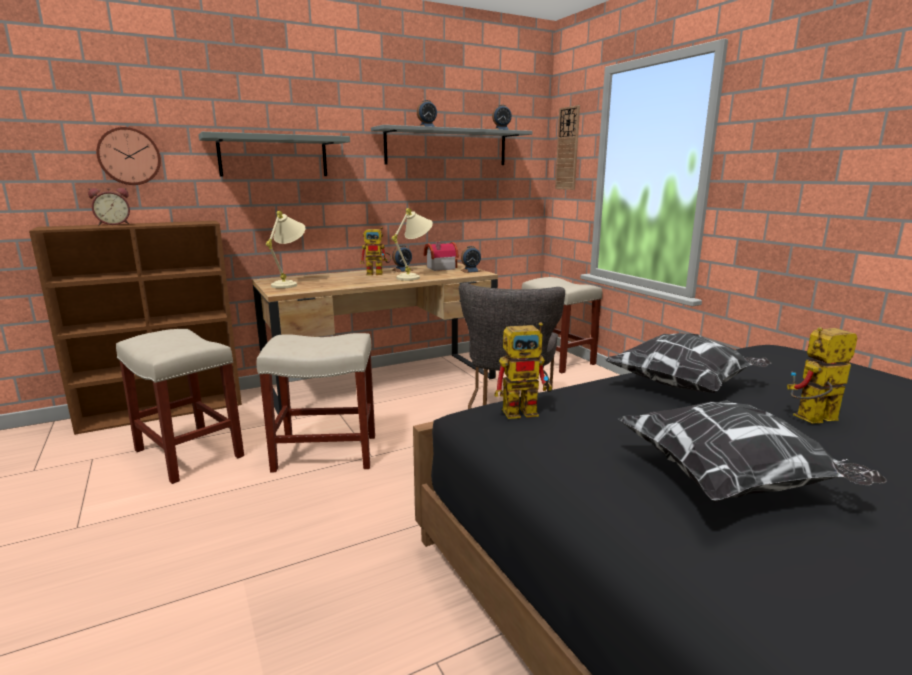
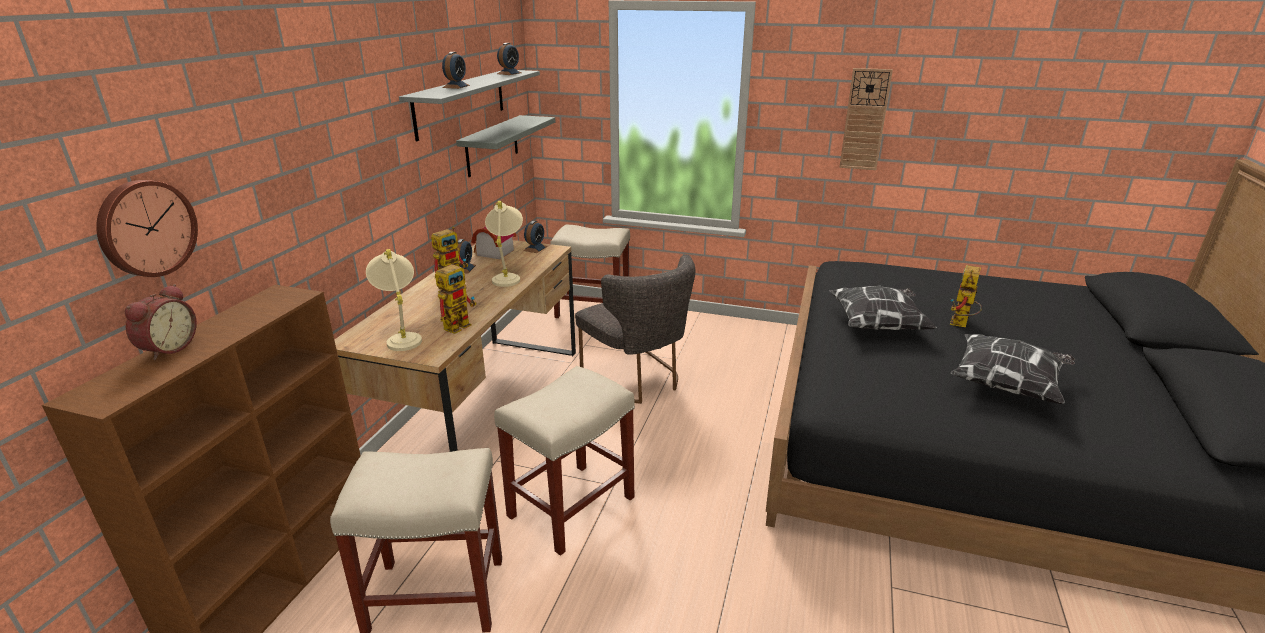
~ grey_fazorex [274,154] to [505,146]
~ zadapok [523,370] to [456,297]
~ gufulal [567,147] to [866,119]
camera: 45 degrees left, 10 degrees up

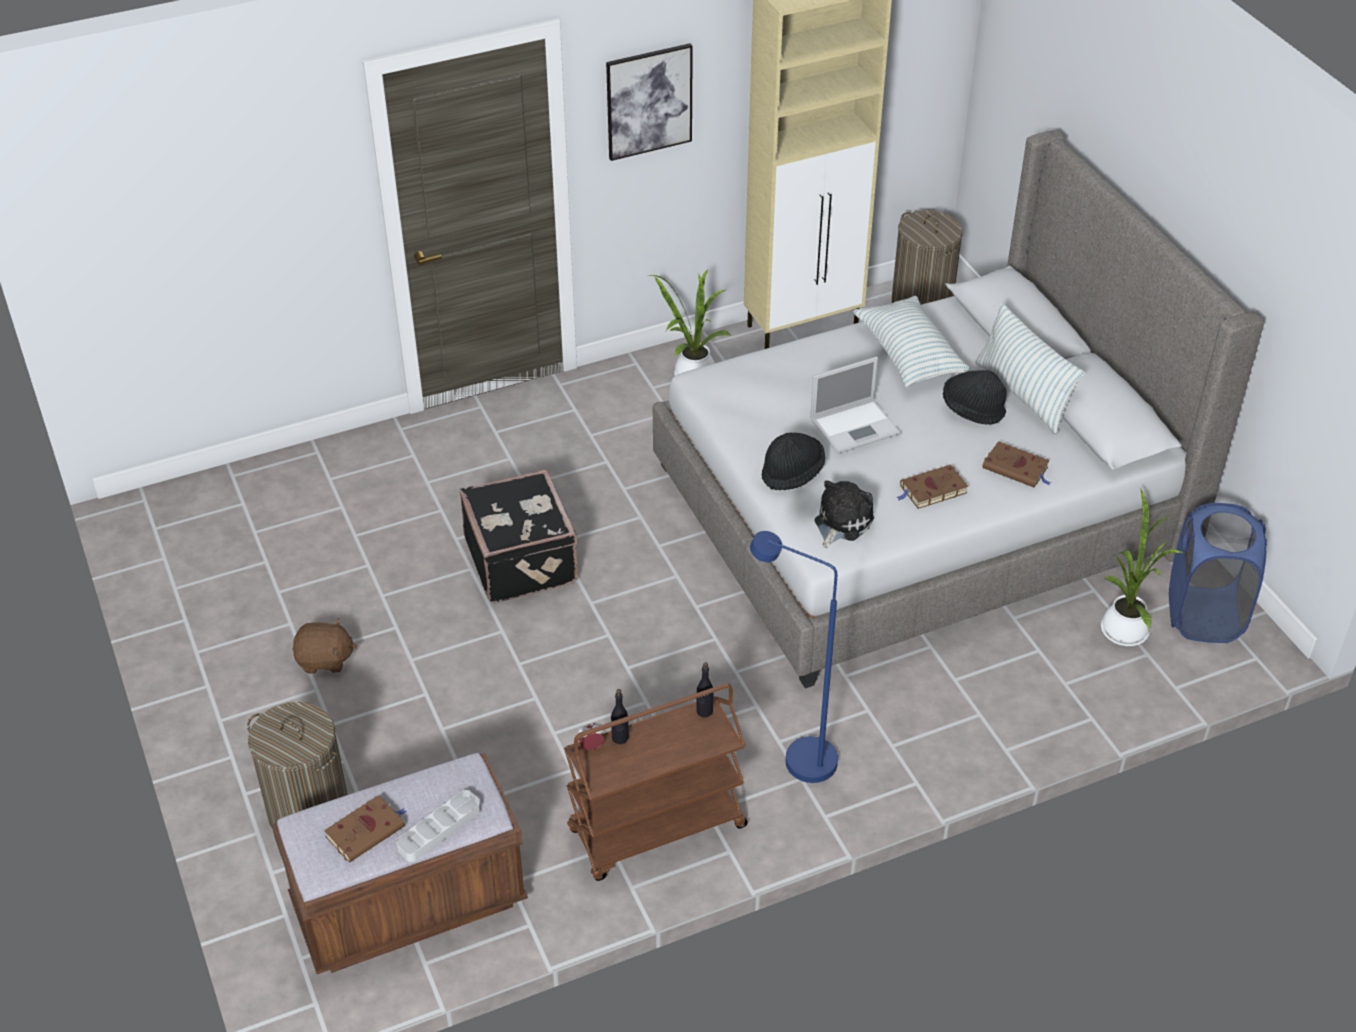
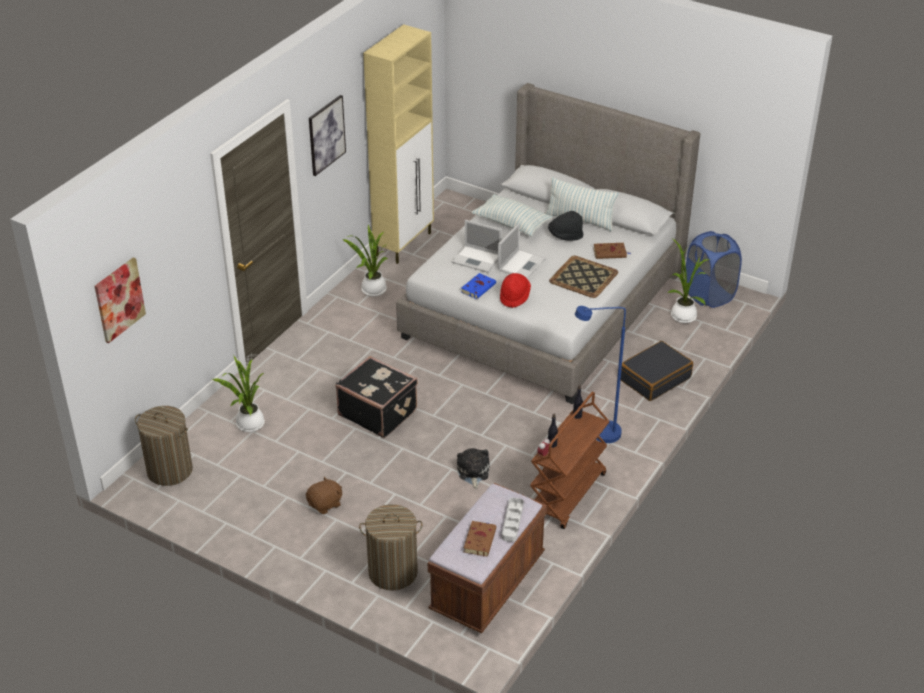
+ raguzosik [120,300]
+ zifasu [238,393]
+ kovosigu [477,246]
+ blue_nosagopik [478,286]
+ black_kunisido [657,371]
~ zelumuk [844,514] to [473,468]
~ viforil [927,257] to [164,446]
~ brown_nosagopik [932,486] to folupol [583,277]
~ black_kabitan [793,461] to red_kabitan [515,290]
camera: 35 degrees left, 5 degrees down

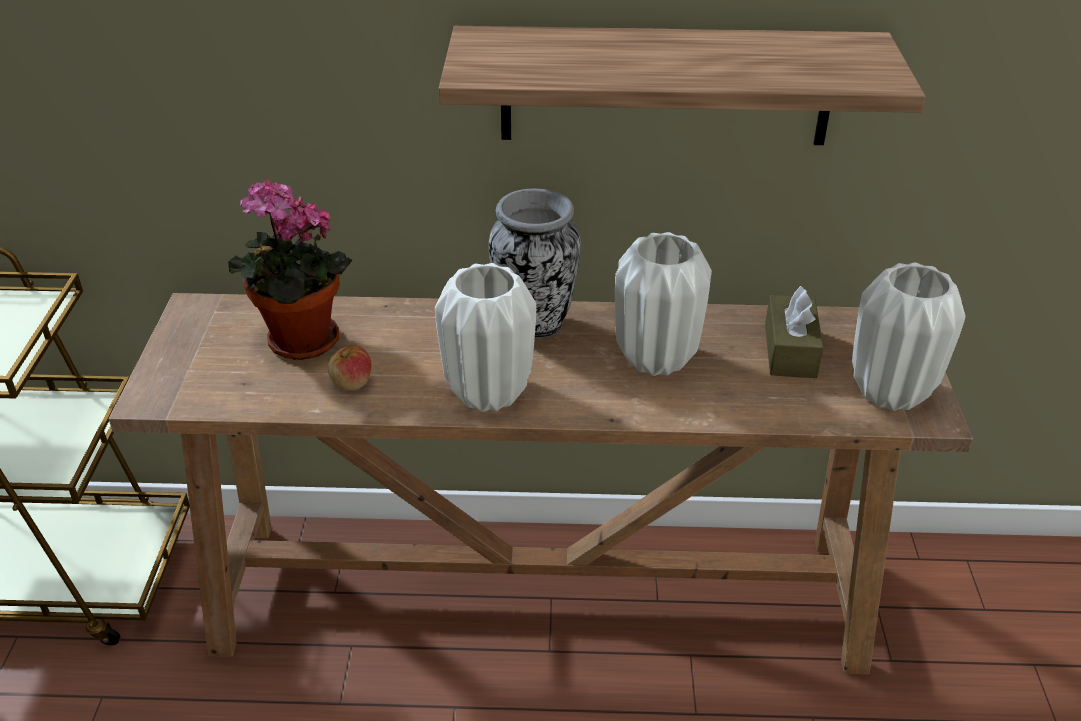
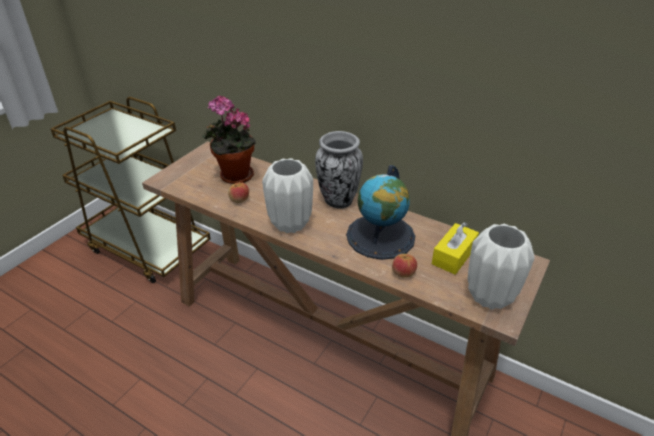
- fazorex [682,85]
+ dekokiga [404,265]
~ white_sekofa [663,304] to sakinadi [380,212]
~ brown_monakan [794,332] to yellow_monakan [455,248]
camera: 30 degrees right, 0 degrees up

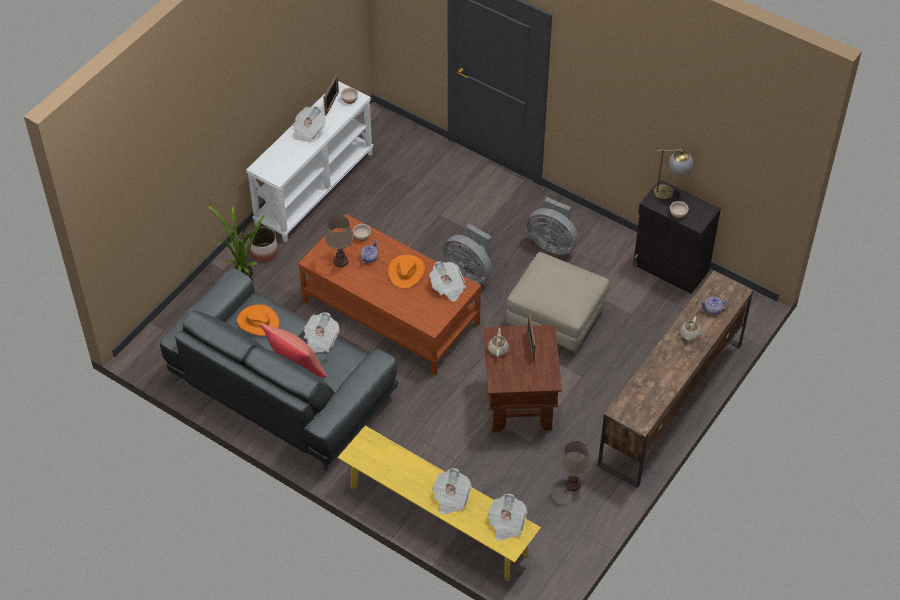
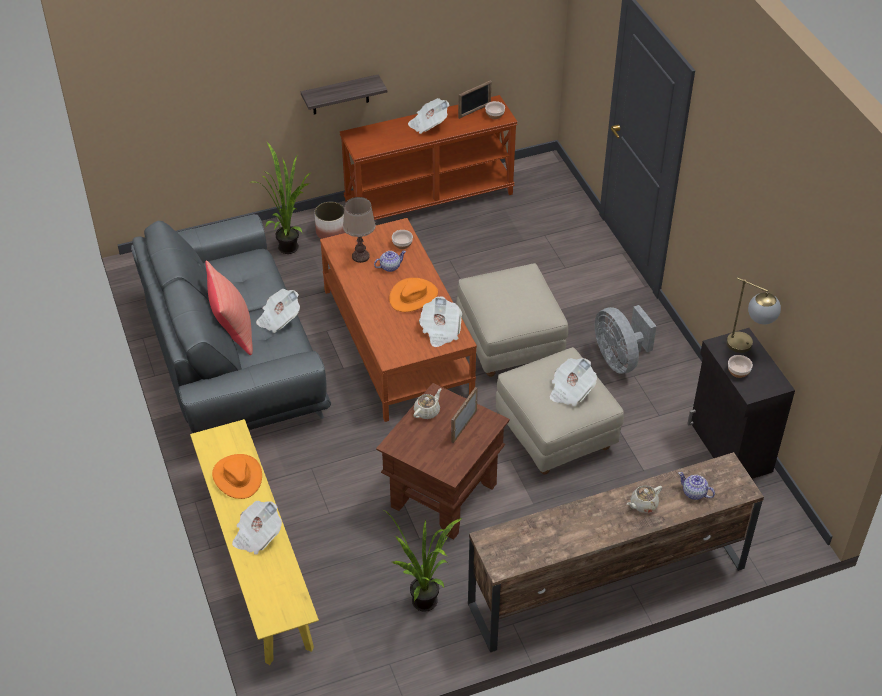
+ fazorex [344,94]
~ orange_kabitan [258,320] to [237,476]
~ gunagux [507,517] to [573,382]
~ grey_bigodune [467,253] to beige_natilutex [512,320]
~ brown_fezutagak [575,466] to zifasu [422,561]
~ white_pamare [309,161] to brown_pamare [429,157]
camera: 35 degrees right, 5 degrees down

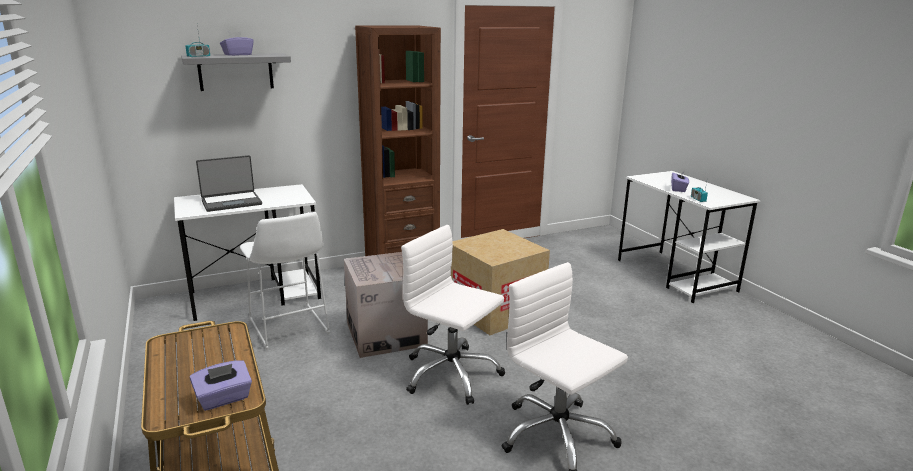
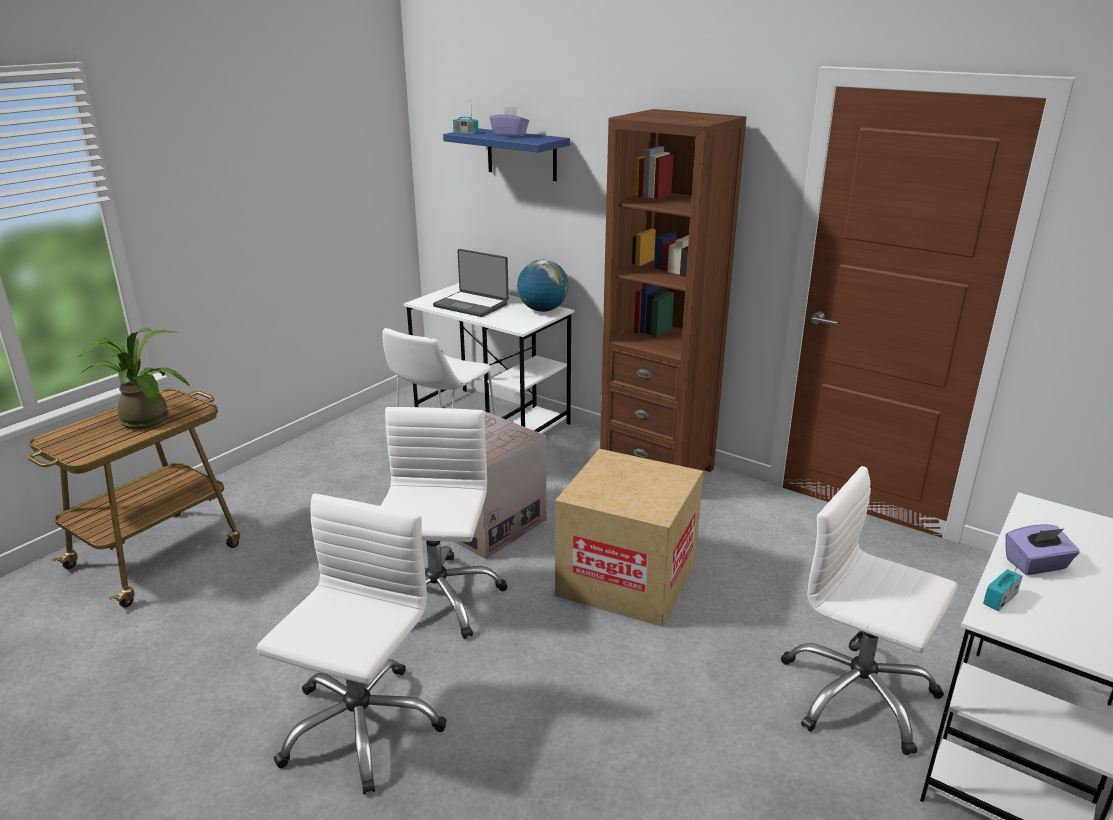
- purple_monakan [221,386]
+ zifasu [134,378]
+ sakinadi [543,286]
+ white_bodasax [869,610]
~ grey_fazorex [236,72] to blue_fazorex [506,154]
camera: 60 degrees right, 5 degrees up

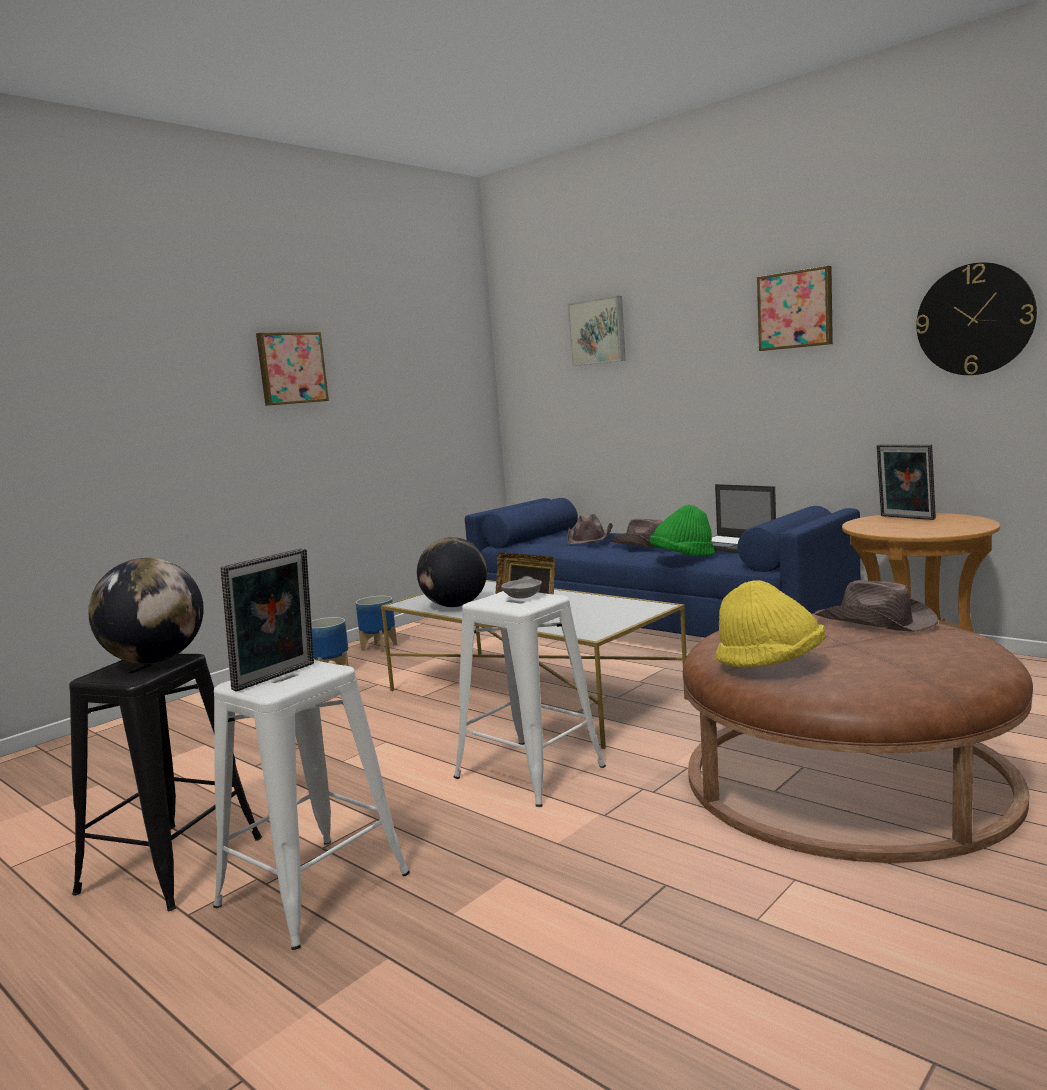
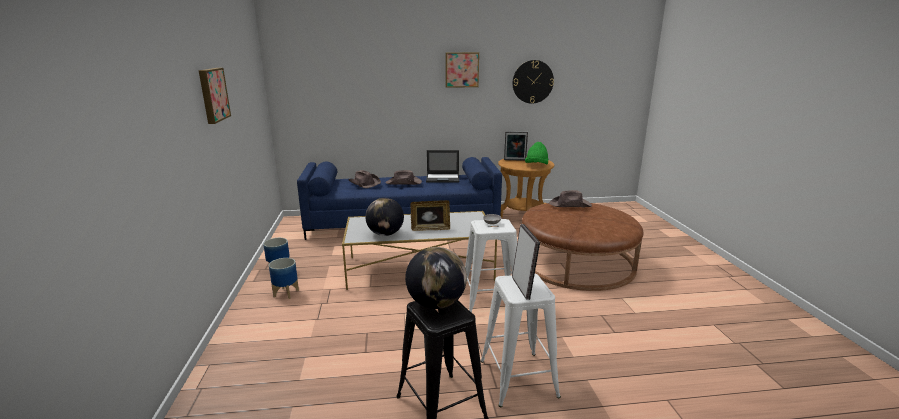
- raguzosik [597,331]
- yellow_kabitan [771,624]
~ green_kabitan [682,530] to [536,153]
camera: 50 degrees left, 10 degrees up

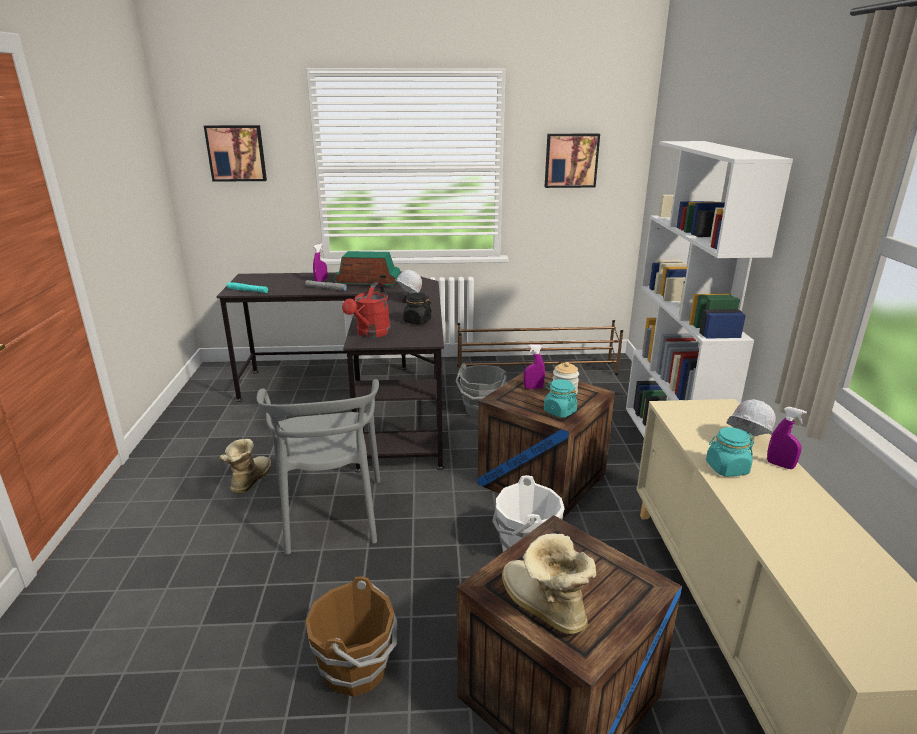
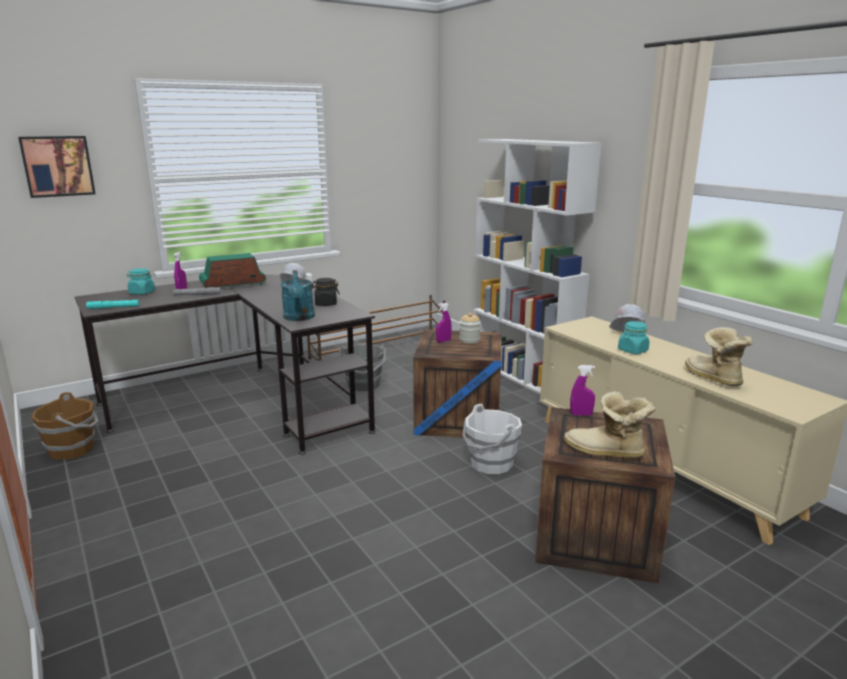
- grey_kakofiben [318,467]
- raguzosik [572,161]
~ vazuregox [245,466] to [718,356]
~ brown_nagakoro [351,636] to [65,426]
~ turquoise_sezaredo [560,398] to [141,281]
~ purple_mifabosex [787,438] to [582,390]
~ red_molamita [366,310] to turquoise_molamita [298,295]
camera: 30 degrees left, 5 degrees down

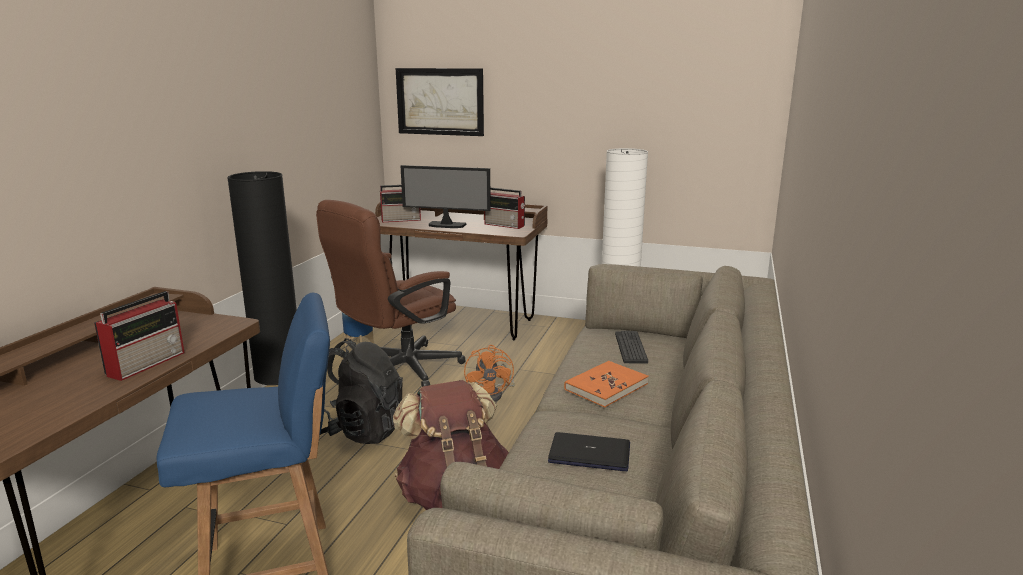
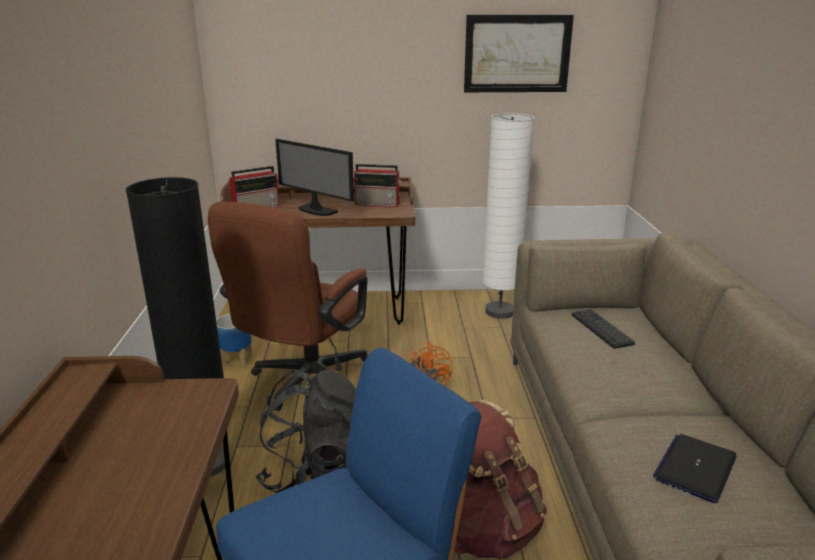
- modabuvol [139,336]
- orange_nosagopik [606,384]
~ raguzosik [440,102] to [519,53]
~ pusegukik [446,196] = [314,177] 45 degrees clockwise
~ kovosigu [589,451] = [695,468] 45 degrees counterclockwise
camera: 20 degrees left, 5 degrees up

